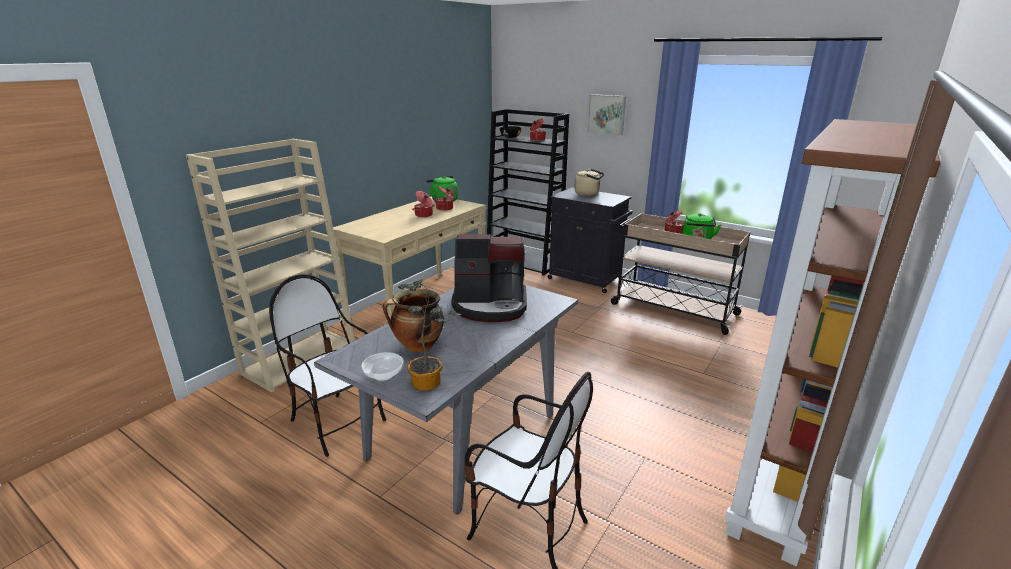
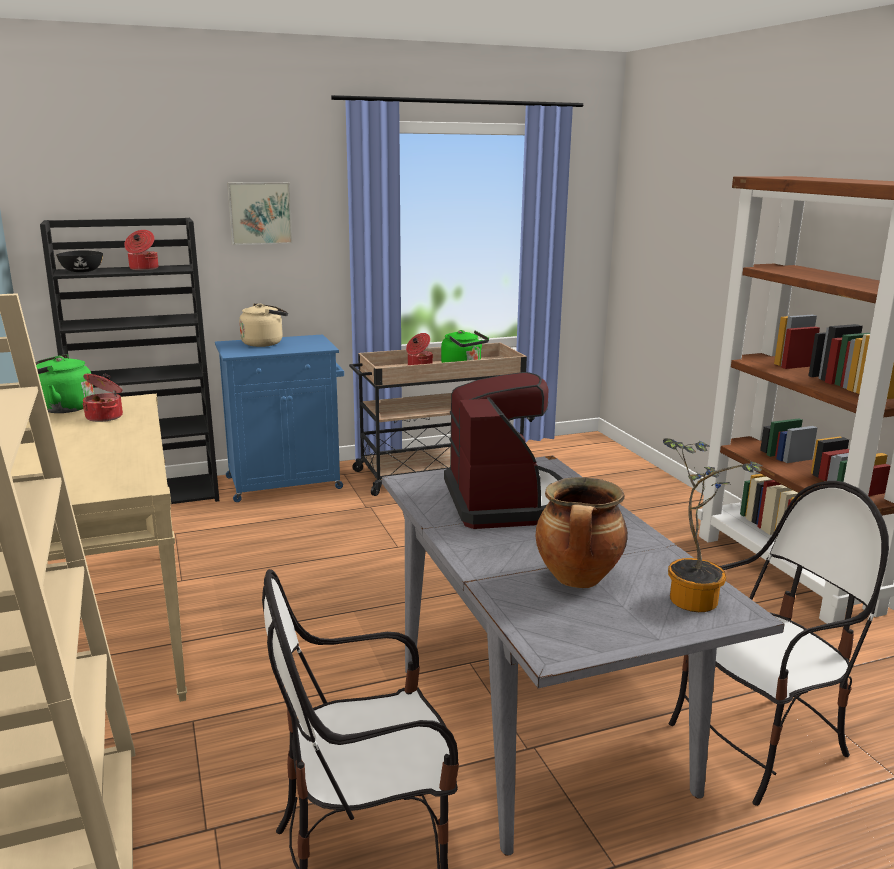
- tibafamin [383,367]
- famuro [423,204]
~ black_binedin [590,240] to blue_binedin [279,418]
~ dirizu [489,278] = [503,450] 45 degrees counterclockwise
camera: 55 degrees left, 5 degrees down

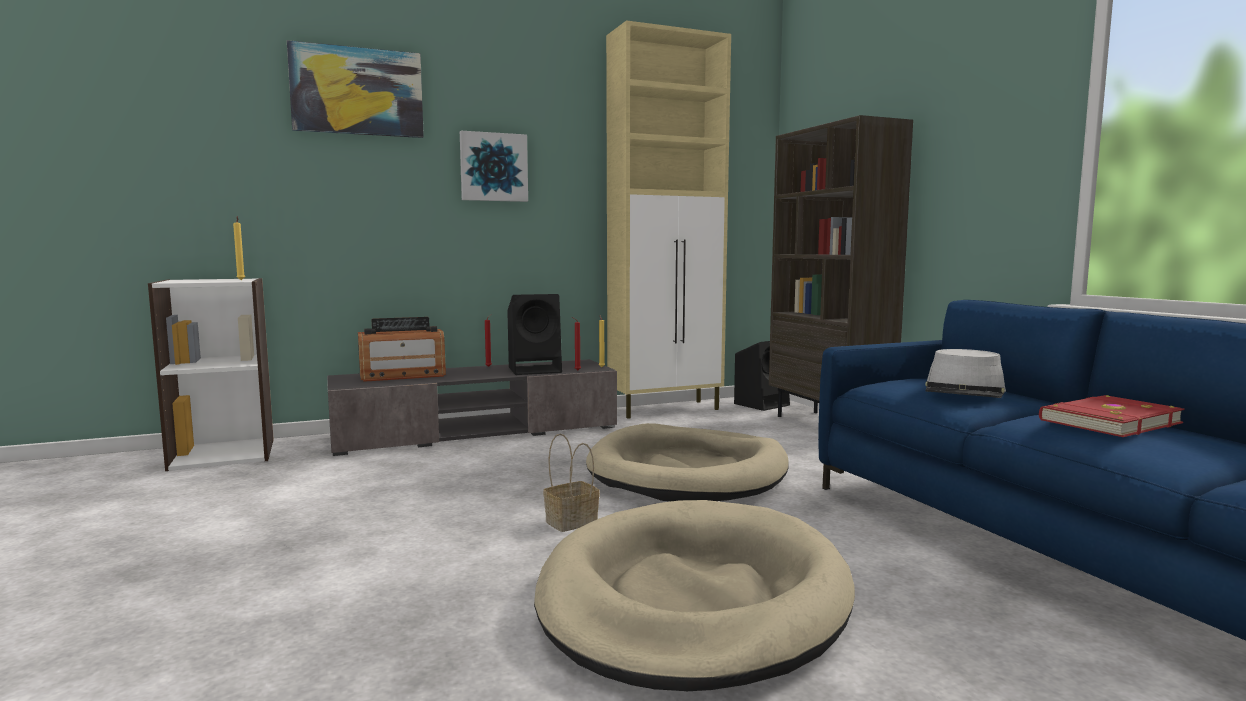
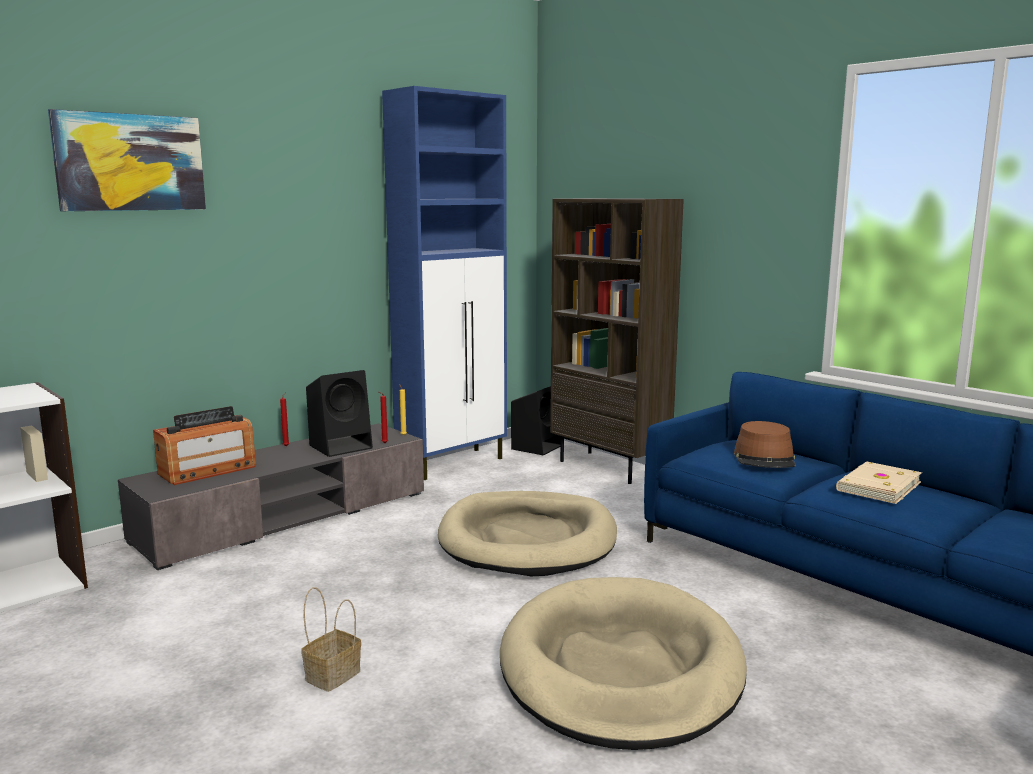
- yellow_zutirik [239,248]
- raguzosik [494,166]
~ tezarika [571,482] to [331,639]
~ beige_binedin [668,219] to blue_binedin [444,283]
~ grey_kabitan [965,373] to brown_kabitan [765,444]
~ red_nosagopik [1112,416] to beige_nosagopik [879,483]
camera: 20 degrees left, 5 degrees up

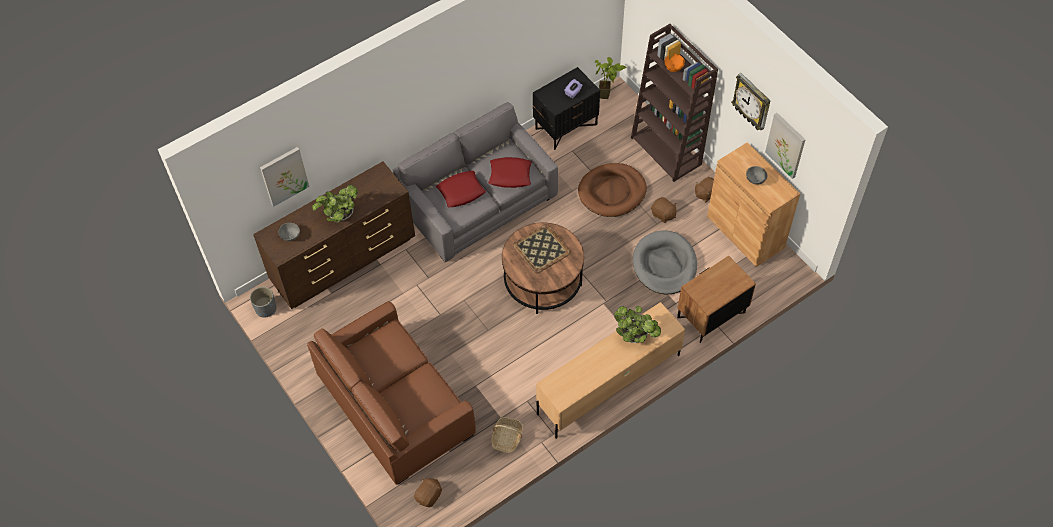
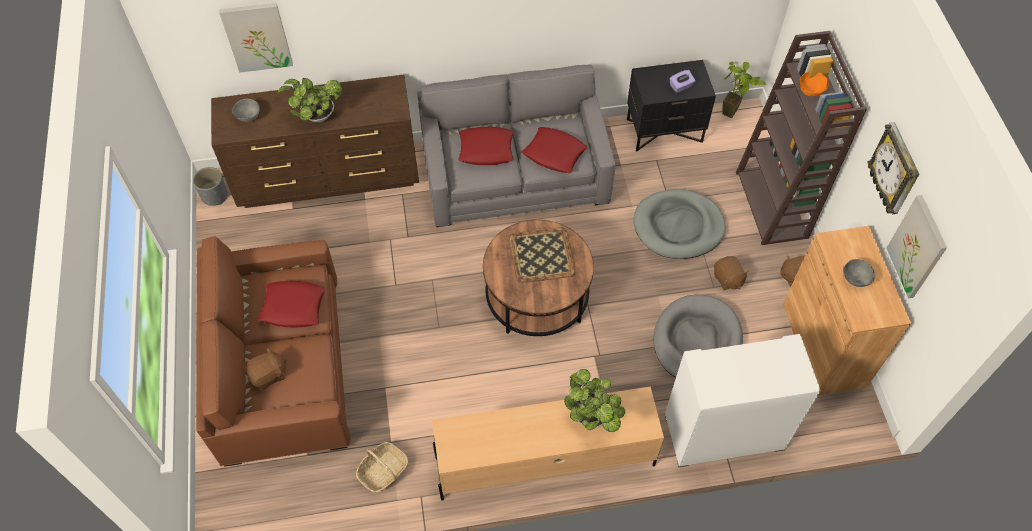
+ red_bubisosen [291,304]
~ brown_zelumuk [428,492] to [266,368]
~ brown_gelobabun [716,299] to white_binedin [743,400]
~ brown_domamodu [612,190] to grey_domamodu [679,224]
camera: 25 degrees right, 0 degrees up

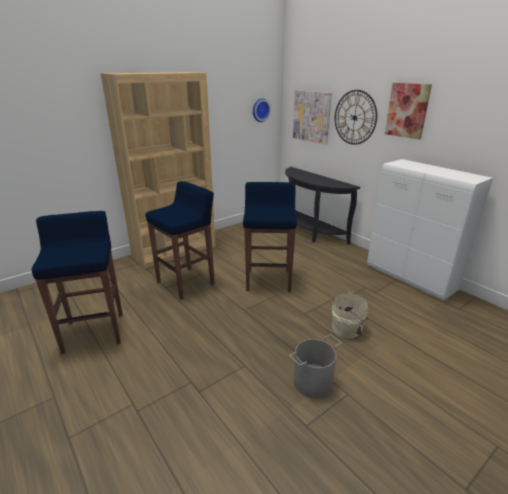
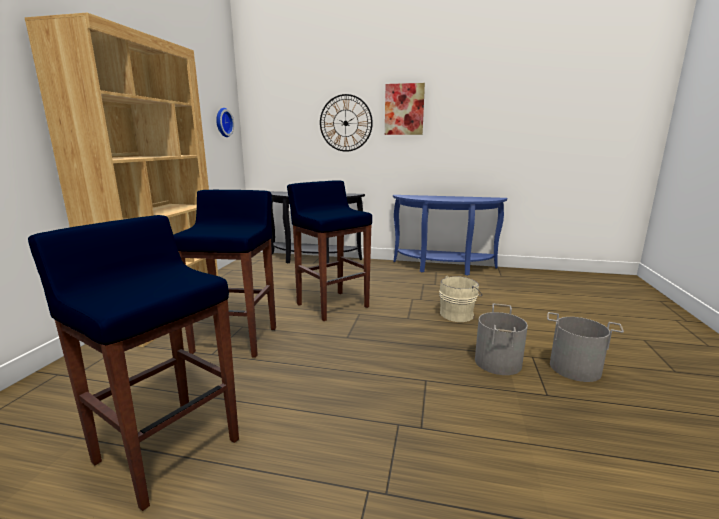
- raguzosik [312,117]
+ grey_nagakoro [585,347]
~ white_binedin [430,230] to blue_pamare [450,235]
camera: 40 degrees left, 10 degrees down

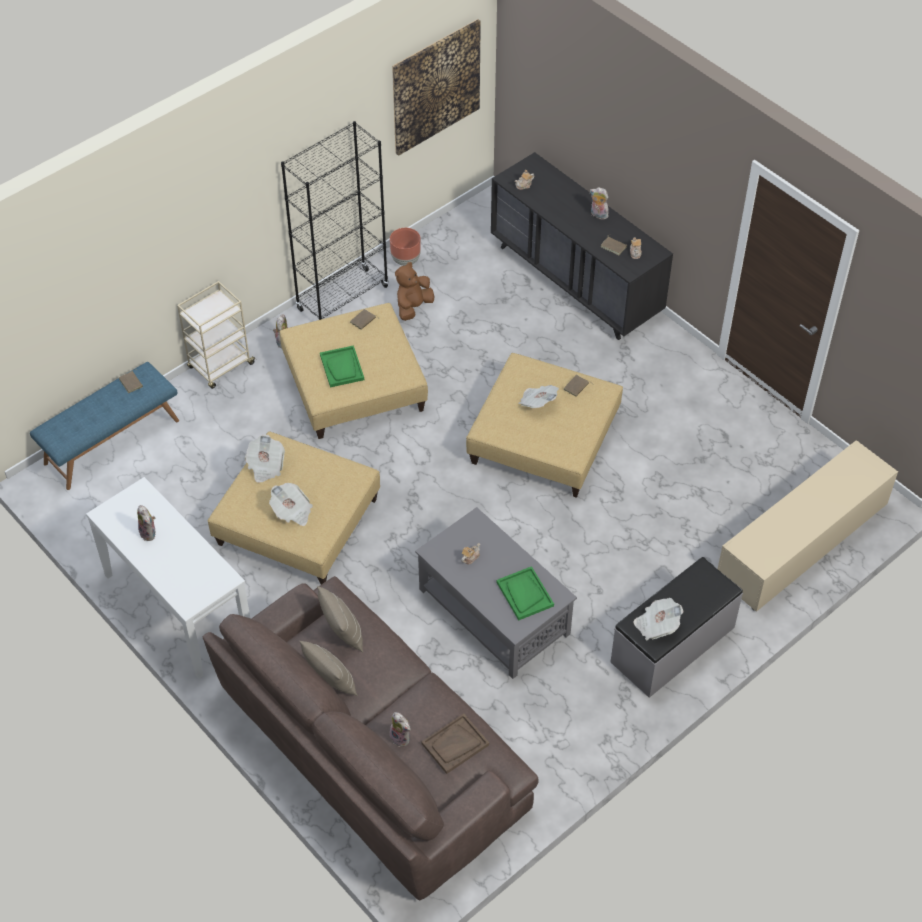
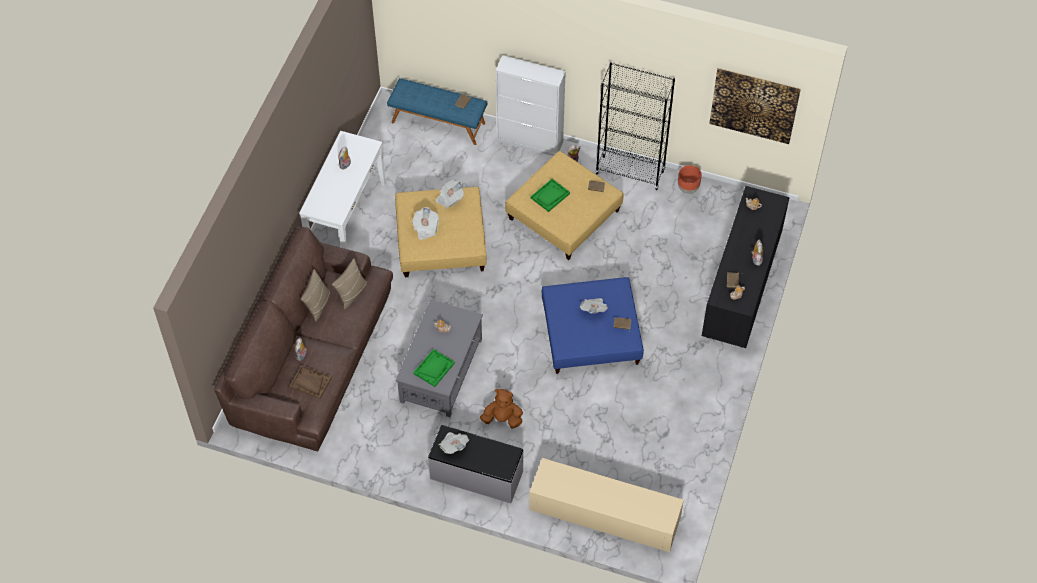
~ brown_zelumuk [414,291] to [501,408]
~ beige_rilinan [216,335] to white_binedin [531,105]
~ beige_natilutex [544,425] to blue_natilutex [593,325]
camera: 60 degrees right, 5 degrees up

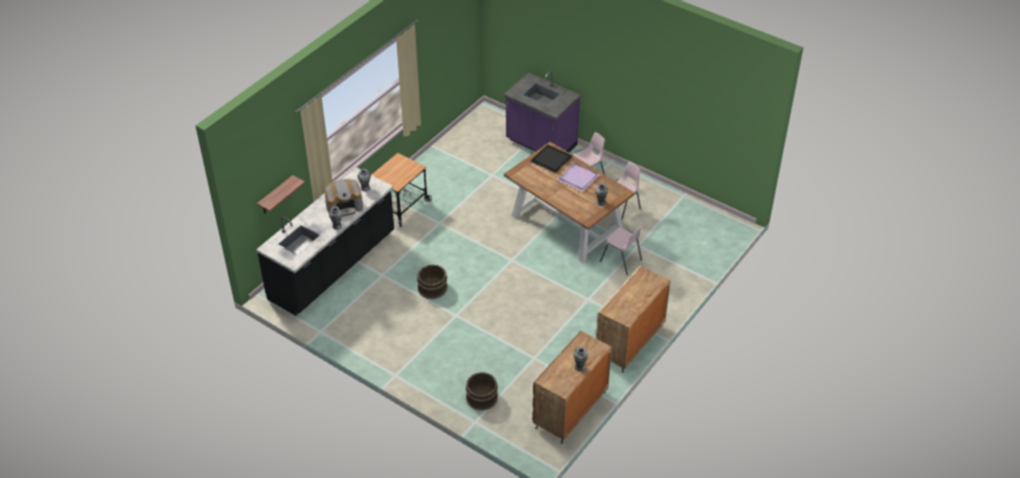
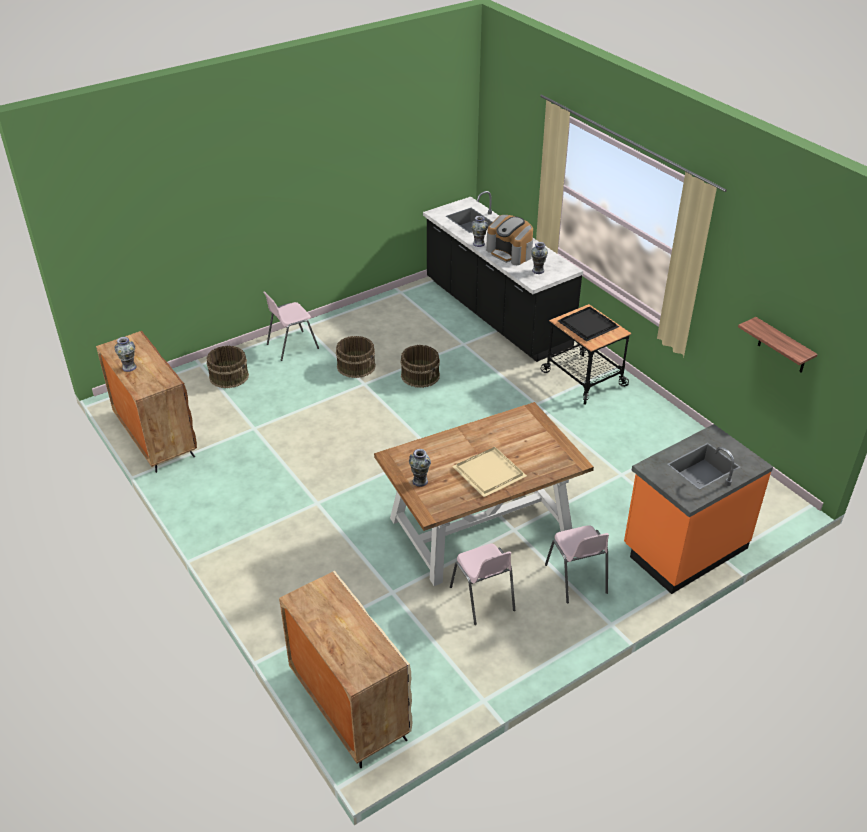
+ brown_nagakoro [356,357]
~ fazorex [281,194] to [777,345]
~ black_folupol [551,159] to [588,324]
~ beige_binedin [633,319] to [345,669]
~ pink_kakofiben [621,250] to [291,326]
~ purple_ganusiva [542,112] to orange_ganusiva [698,509]
~ purple_folupol [578,177] to beige_folupol [489,472]
~ dirizu [343,198] = [509,240] 45 degrees counterclockwise
camera: 110 degrees right, 5 degrees down

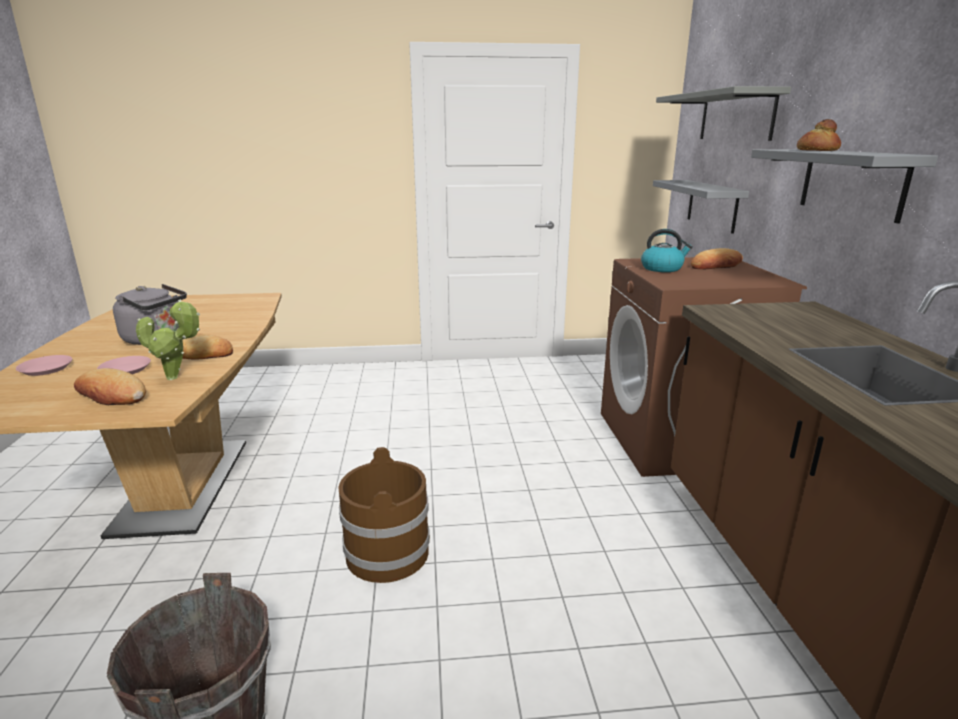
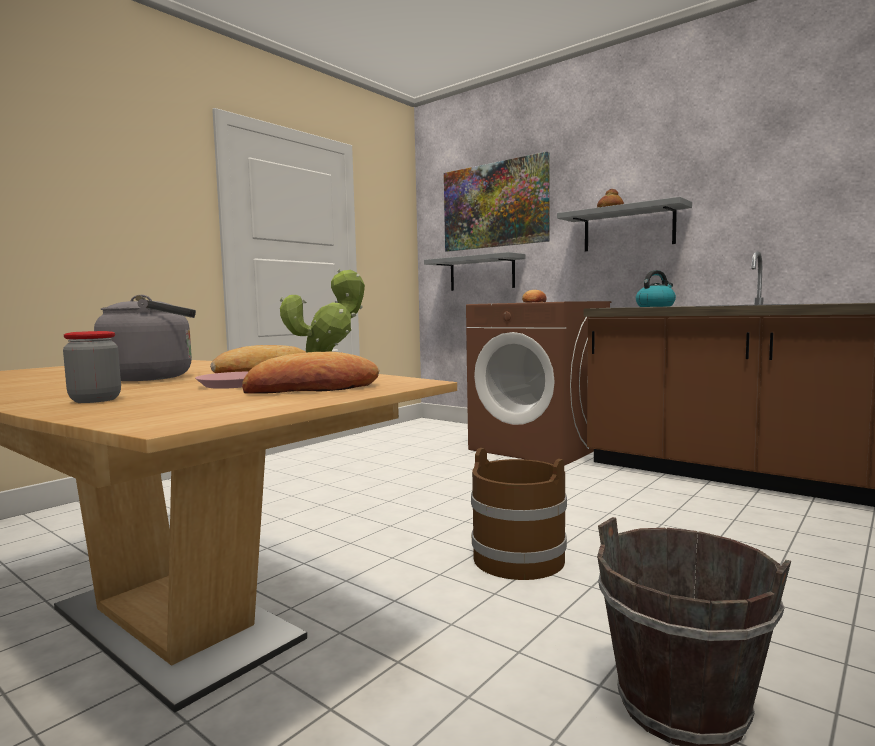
~ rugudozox [667,250] to [656,288]
~ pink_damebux [44,365] to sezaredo [92,367]
~ grey_fazorex [723,113] to raguzosik [497,202]
camera: 45 degrees left, 15 degrees down

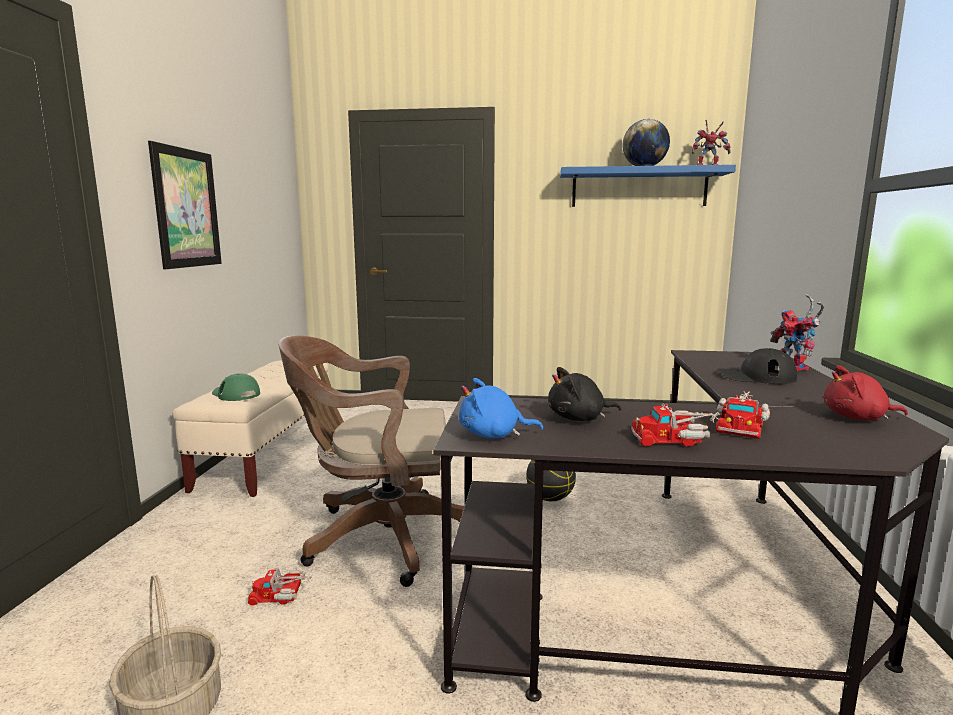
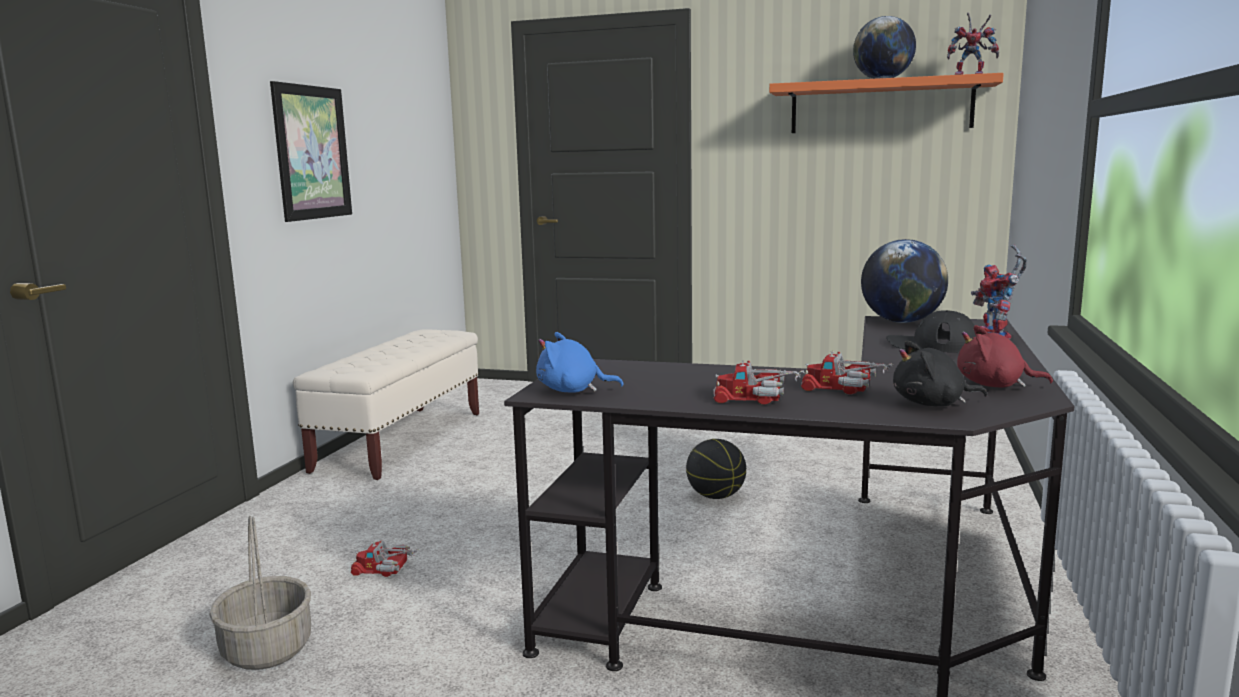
- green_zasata [236,387]
- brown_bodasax [371,461]
+ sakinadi [904,281]
~ black_zelumuk [584,394] to [940,373]
~ blue_fazorex [648,186] to orange_fazorex [886,103]
~ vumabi [743,415] = [847,373] 75 degrees clockwise
camera: 10 degrees right, 0 degrees up

